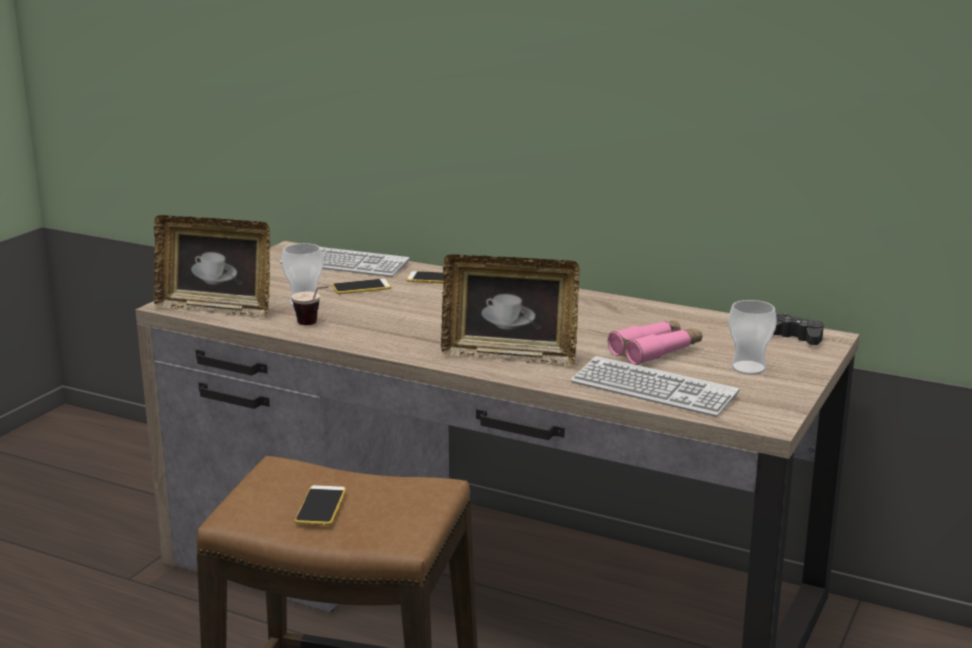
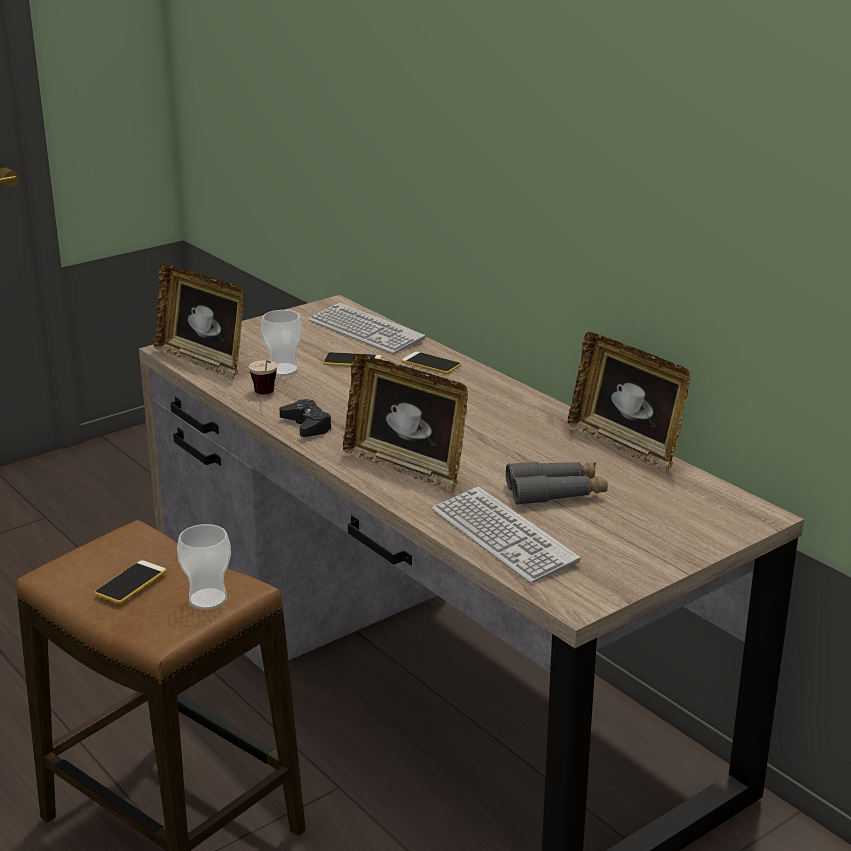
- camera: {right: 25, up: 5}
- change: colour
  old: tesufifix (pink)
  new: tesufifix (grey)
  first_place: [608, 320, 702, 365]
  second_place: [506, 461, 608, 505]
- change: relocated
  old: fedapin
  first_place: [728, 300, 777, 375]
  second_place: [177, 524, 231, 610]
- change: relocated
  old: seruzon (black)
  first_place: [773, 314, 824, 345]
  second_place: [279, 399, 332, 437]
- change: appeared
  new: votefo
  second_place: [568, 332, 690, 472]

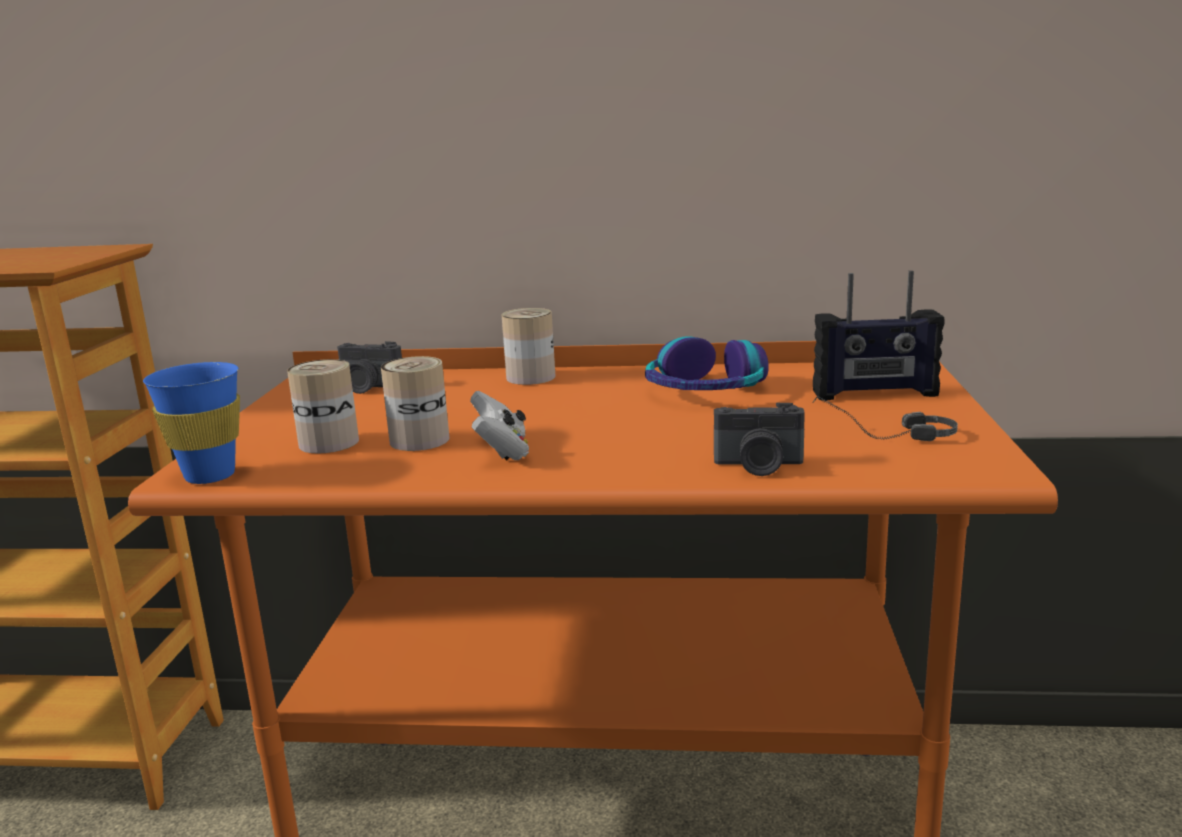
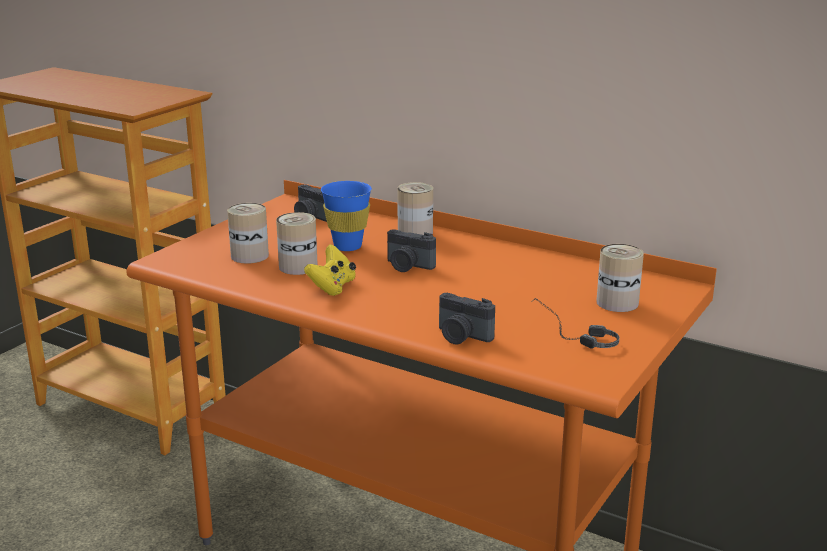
- camera: {right: 25, up: 5}
- change: relocated
  old: fedapin (blue)
  first_place: [143, 362, 240, 484]
  second_place: [321, 181, 372, 251]
- change: colour
  old: seruzon (white)
  new: seruzon (yellow)
  first_place: [470, 391, 529, 460]
  second_place: [304, 244, 356, 296]
- change: missing
  old: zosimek
  first_place: [645, 336, 769, 390]
- change: exchanged
  old: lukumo
  new: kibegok
  first_place: [813, 271, 945, 401]
  second_place: [596, 244, 644, 312]
- change: appeared
  new: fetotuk
  second_place: [387, 229, 436, 272]

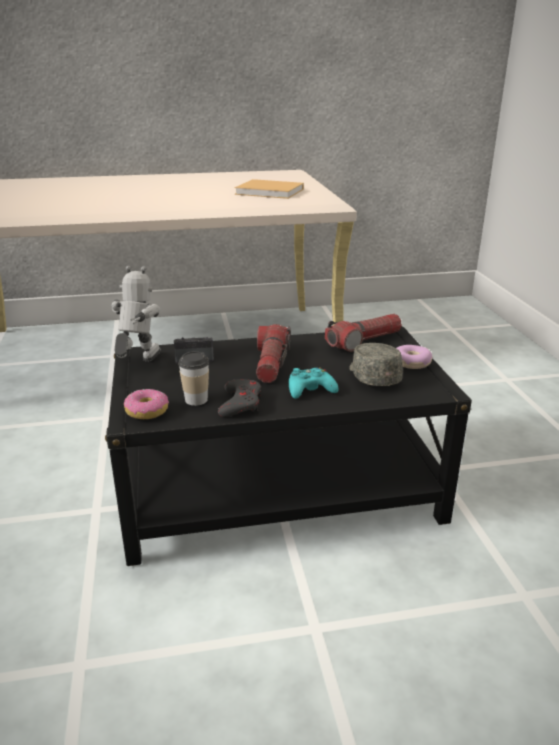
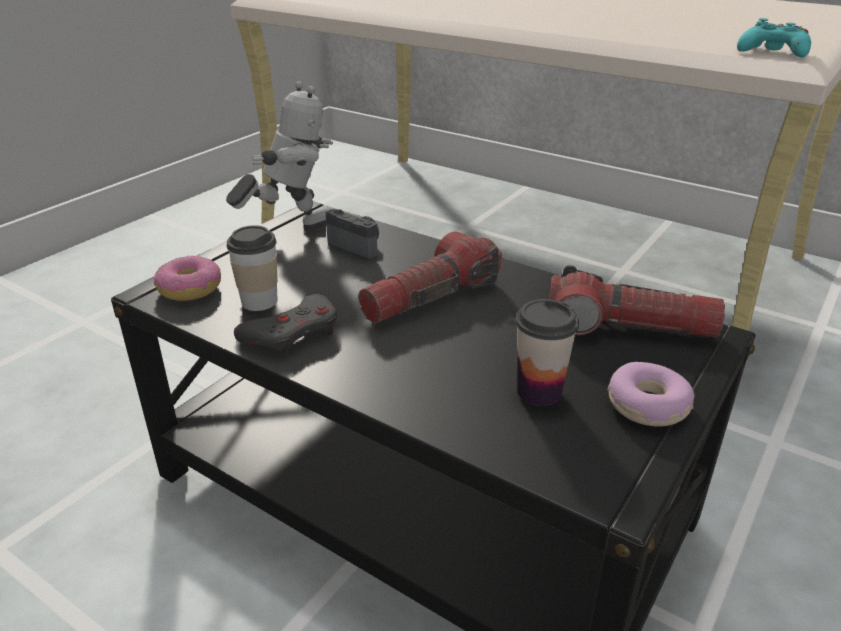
- camera: {right: 45, up: 5}
- change: missing
  old: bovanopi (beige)
  first_place: [235, 179, 304, 199]
- change: relocated
  old: seruzon (turquoise)
  first_place: [289, 367, 338, 399]
  second_place: [737, 18, 811, 58]
- change: exchanged
  old: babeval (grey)
  new: fedapin
  first_place: [349, 343, 403, 386]
  second_place: [515, 299, 579, 406]

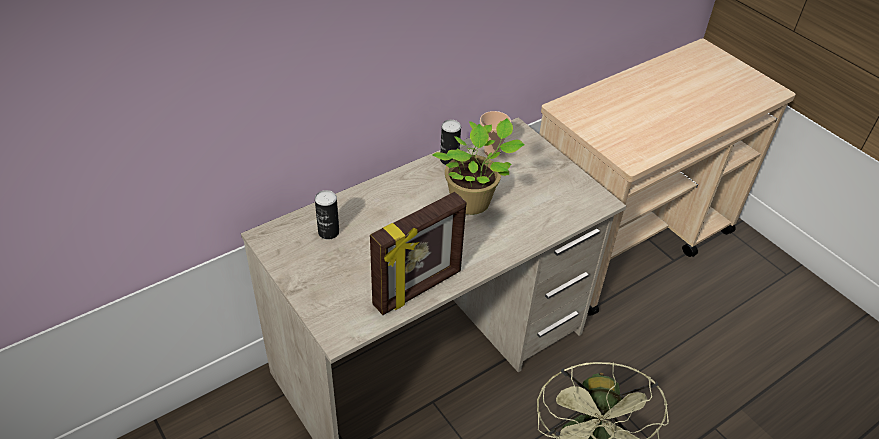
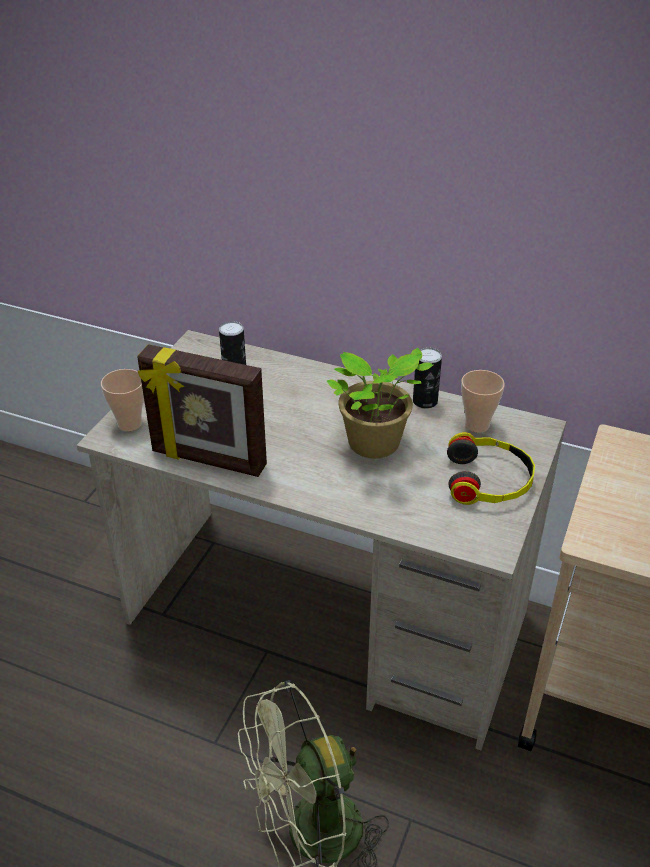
- camera: {right: 60, up: -5}
- change: appeared
  new: fedapin
  second_place: [101, 369, 144, 431]
- change: appeared
  new: zosimek
  second_place: [447, 432, 535, 505]

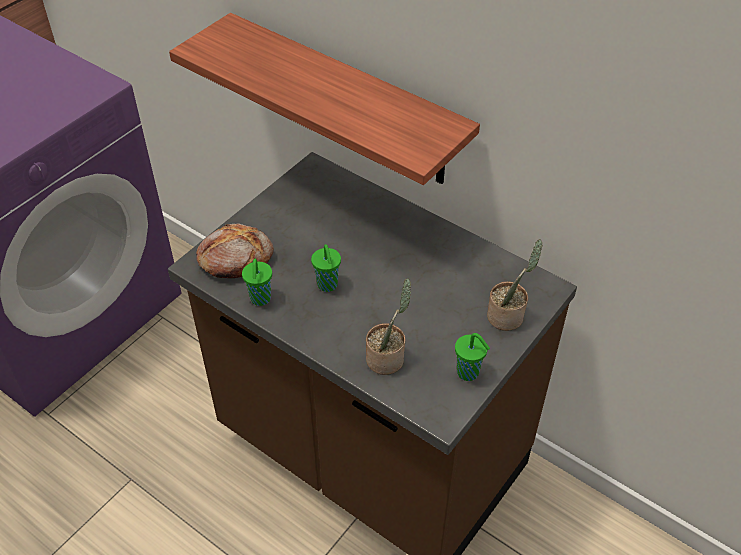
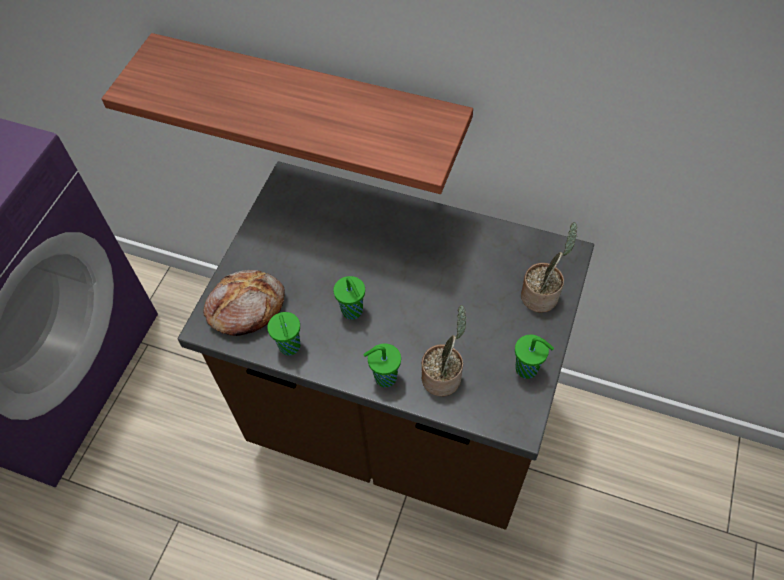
- camera: {right: -15, up: 10}
- change: appeared
  new: fedapin (green)
  second_place: [363, 343, 401, 387]

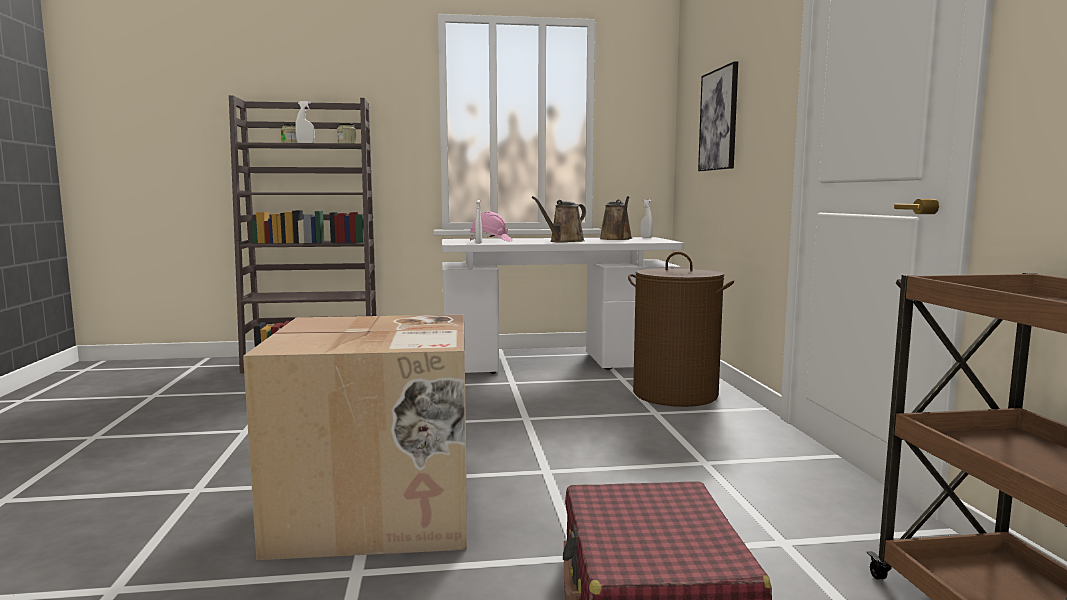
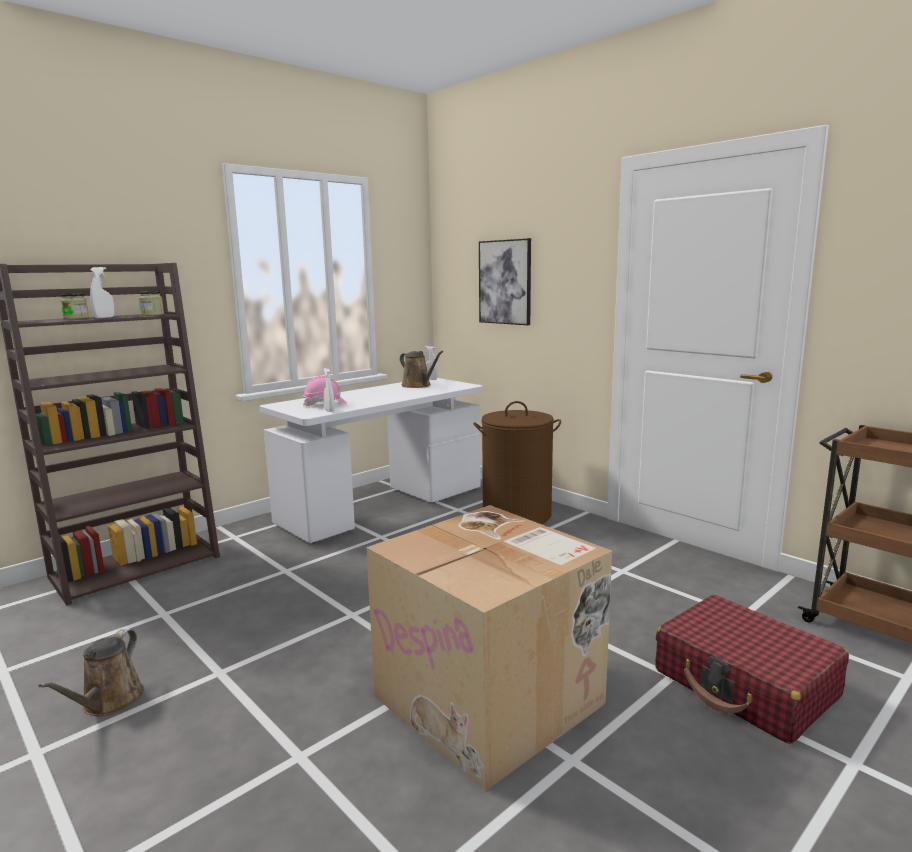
- camera: {right: -35, up: 5}
- change: relocated
  old: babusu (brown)
  first_place: [532, 196, 586, 242]
  second_place: [38, 629, 144, 716]

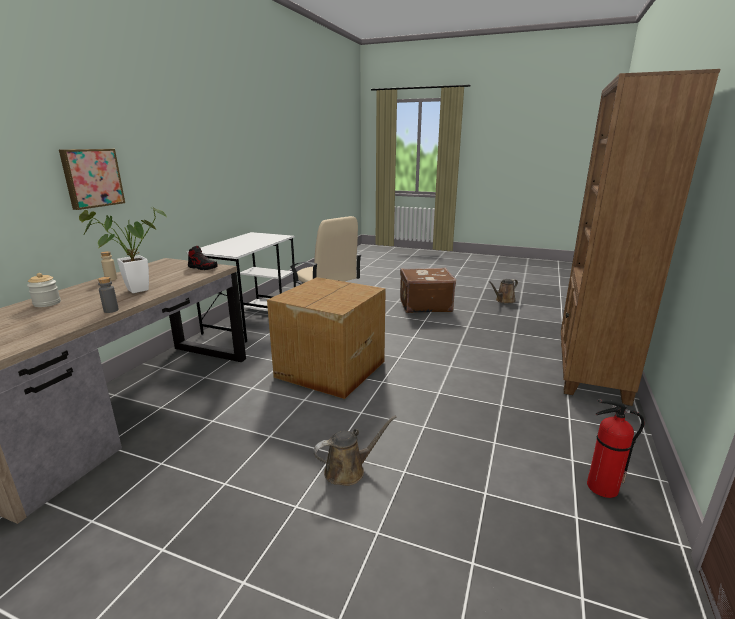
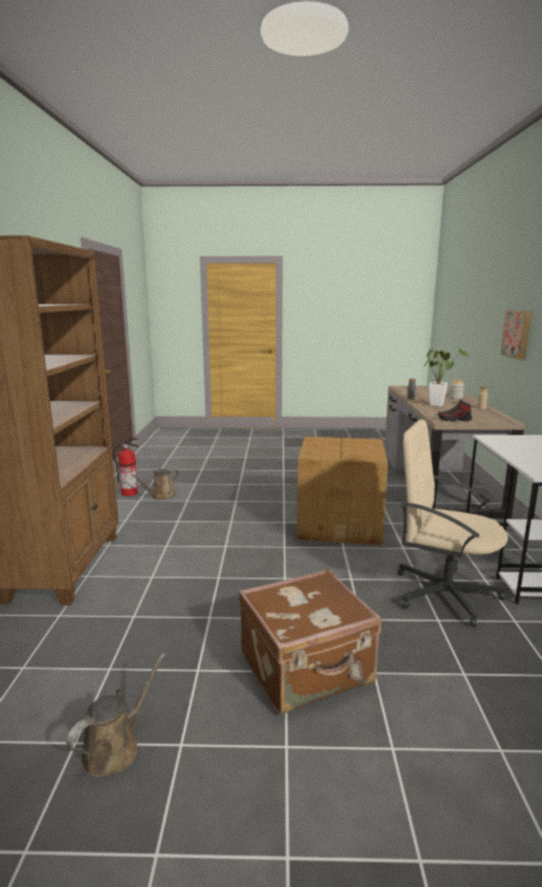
- camera: {right: 160, up: -5}
- change: relocated
  old: babusu (brown)
  first_place: [313, 416, 396, 486]
  second_place: [131, 469, 179, 500]

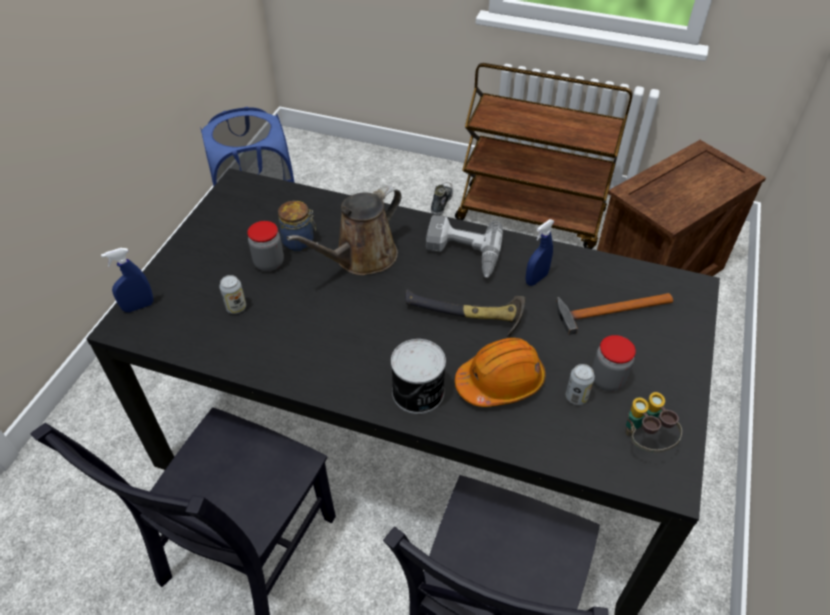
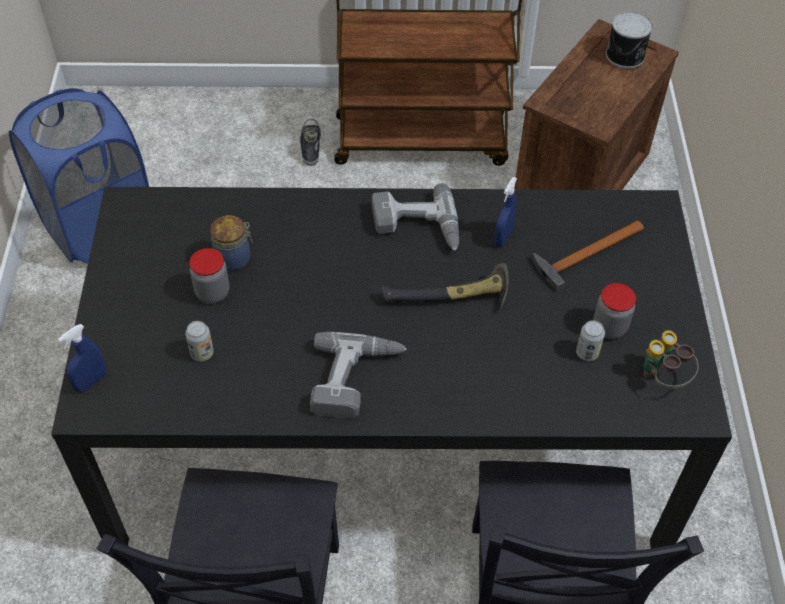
- camera: {right: -20, up: 5}
- change: missing
  old: babusu (brown)
  first_place: [286, 185, 402, 275]
- change: relocated
  old: kibegok
  first_place: [391, 339, 446, 414]
  second_place: [606, 11, 653, 68]
- change: missing
  old: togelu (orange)
  first_place: [455, 338, 546, 407]
- change: appeared
  new: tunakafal
  second_place: [310, 332, 407, 418]

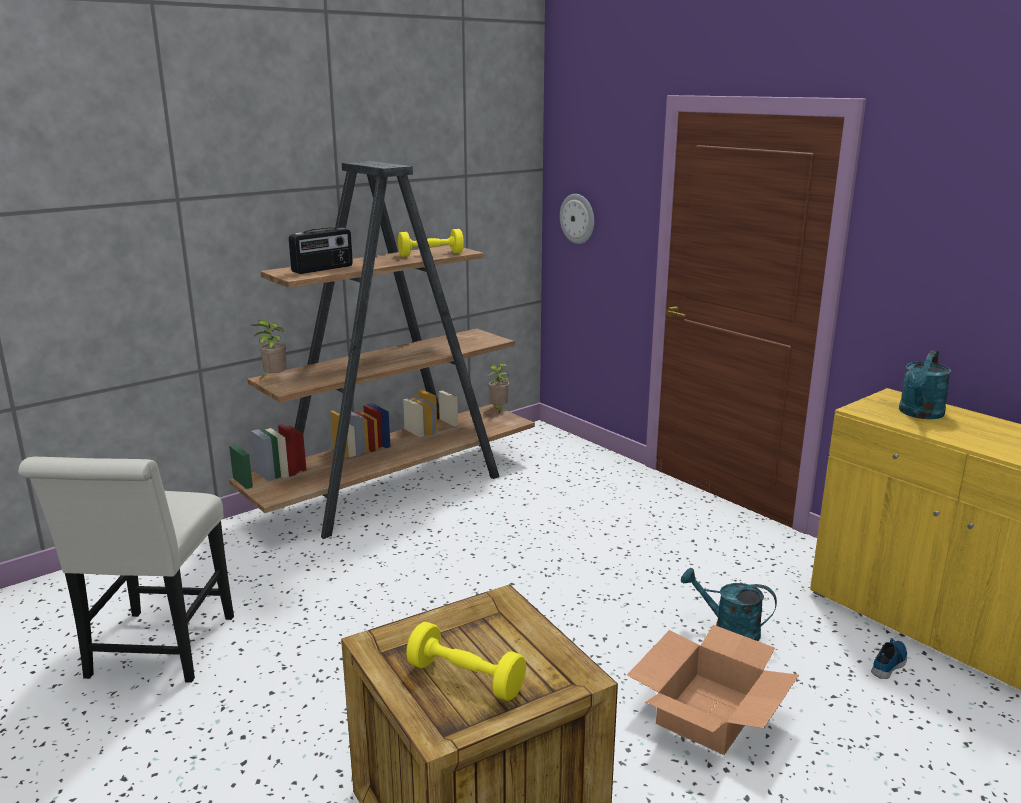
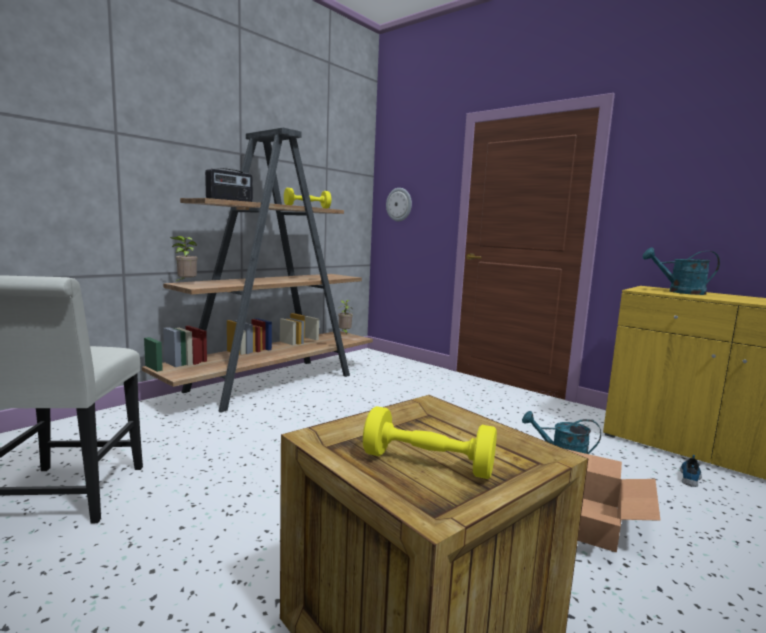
- camera: {right: -10, up: -10}
- change: spun
  old: babusu (turquoise)
  first_place: [899, 350, 952, 419]
  second_place: [643, 247, 720, 295]
  degrees: 75

